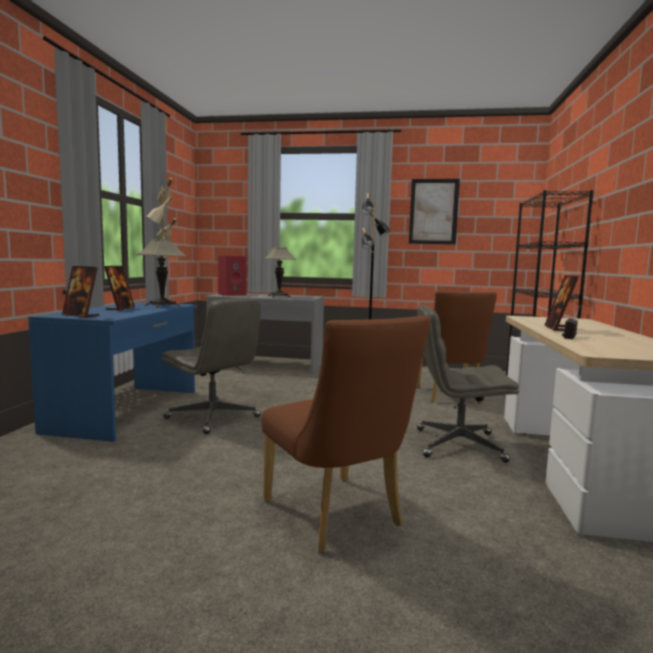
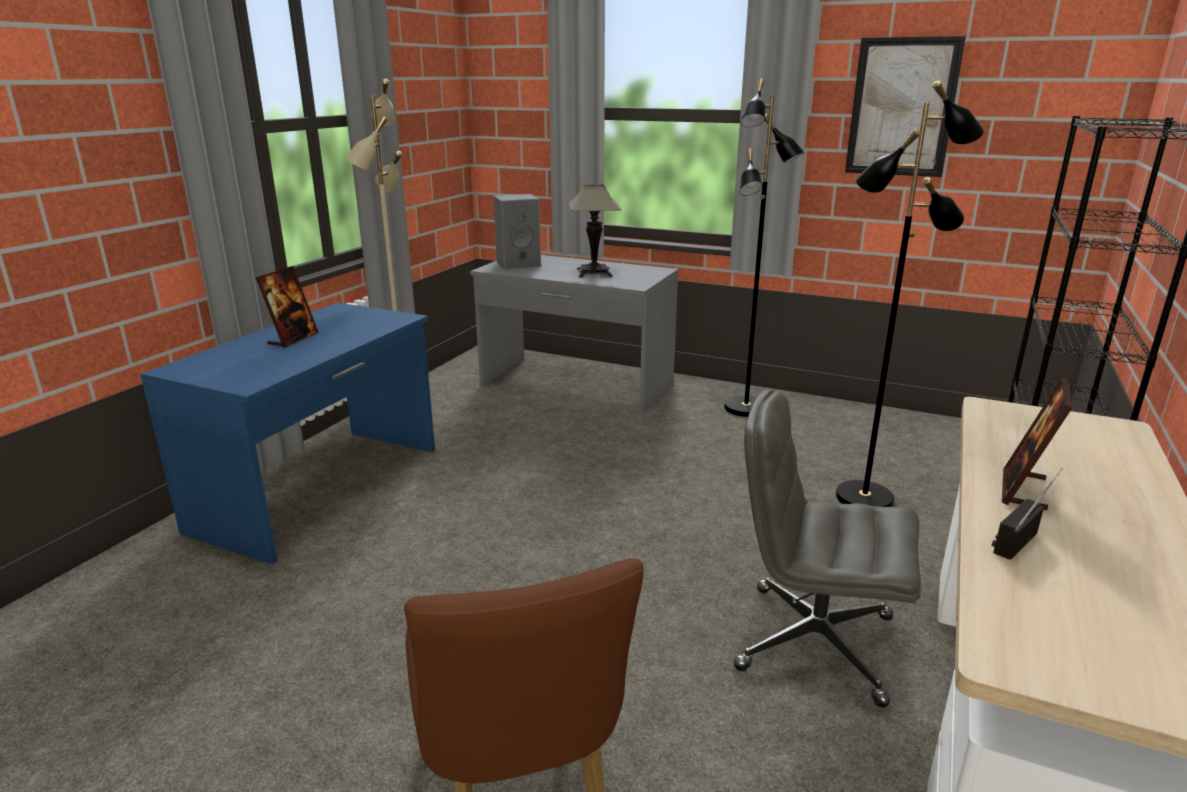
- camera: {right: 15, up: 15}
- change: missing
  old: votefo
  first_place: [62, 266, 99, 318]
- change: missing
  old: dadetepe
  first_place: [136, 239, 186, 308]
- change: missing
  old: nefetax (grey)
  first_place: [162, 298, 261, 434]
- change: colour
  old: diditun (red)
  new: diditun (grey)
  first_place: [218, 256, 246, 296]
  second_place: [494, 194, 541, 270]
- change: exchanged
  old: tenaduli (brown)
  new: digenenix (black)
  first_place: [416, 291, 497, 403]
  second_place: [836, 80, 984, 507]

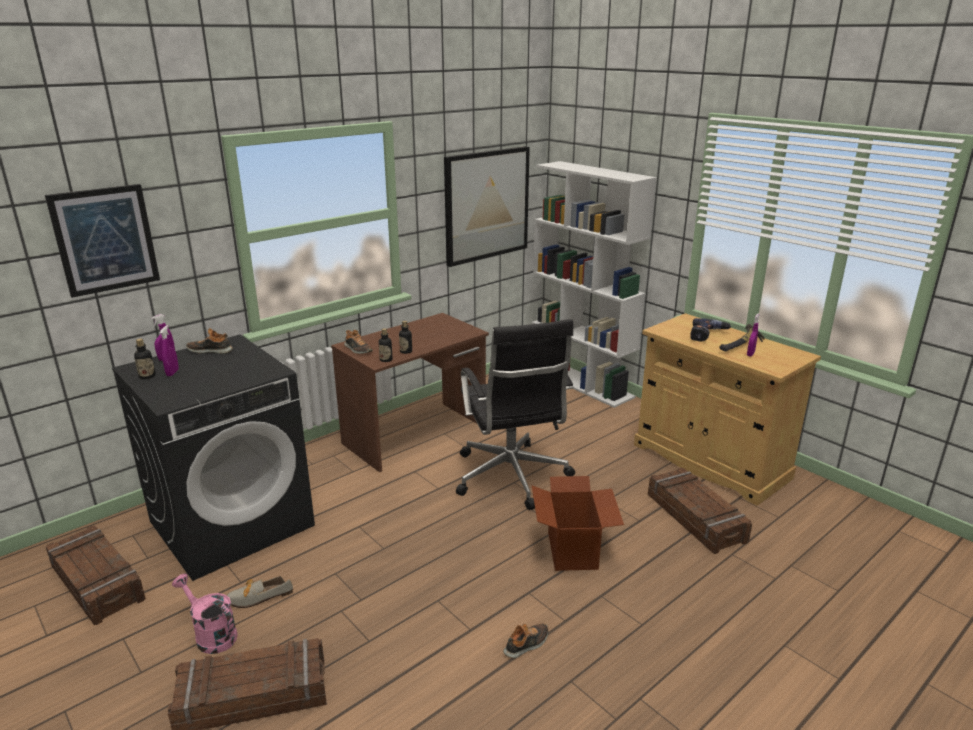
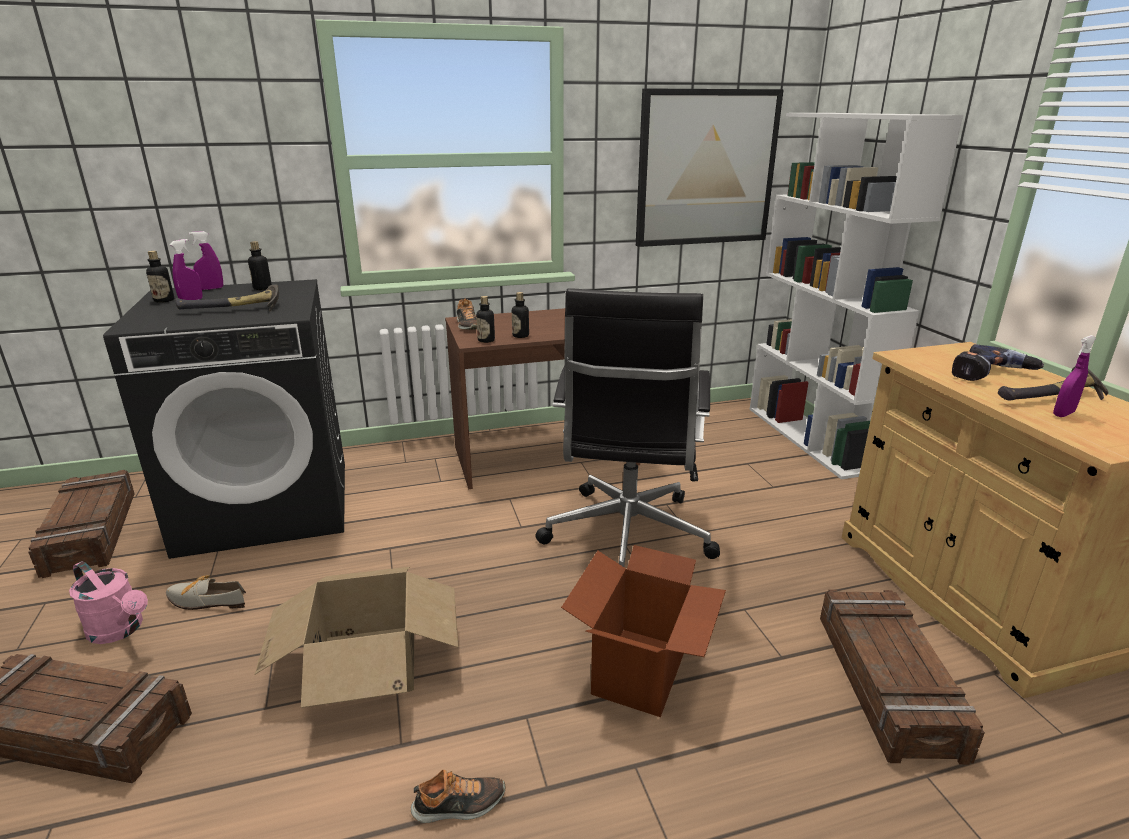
- camera: {right: 25, up: 0}
- change: missing
  old: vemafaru
  first_place: [45, 184, 160, 298]
- change: spun
  old: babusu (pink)
  first_place: [172, 574, 238, 654]
  second_place: [69, 561, 148, 644]
  degrees: 150
- change: exchanged
  old: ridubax
  new: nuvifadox
  first_place: [186, 328, 233, 354]
  second_place: [248, 241, 272, 290]
- change: appeared
  new: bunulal
  second_place: [175, 284, 279, 312]
- change: appeared
  new: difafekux
  second_place: [255, 567, 459, 708]

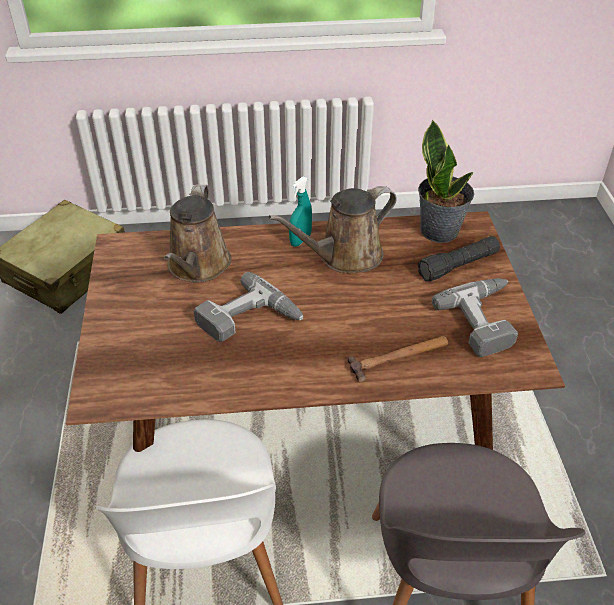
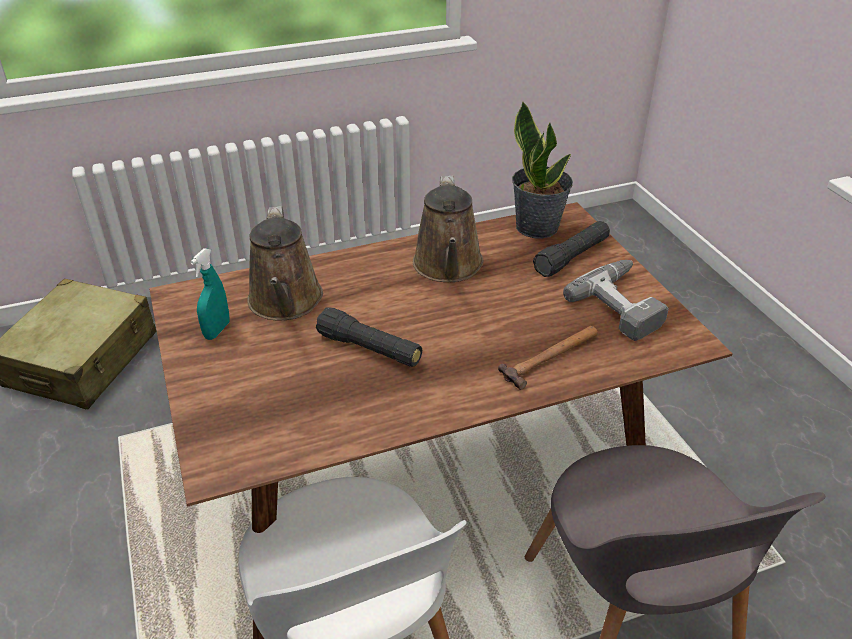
- camera: {right: -15, up: -5}
- change: exchanged
  old: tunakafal
  new: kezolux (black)
  first_place: [194, 272, 303, 342]
  second_place: [316, 307, 422, 367]
- change: spun
  old: babusu (brown)
  first_place: [269, 186, 397, 273]
  second_place: [413, 176, 483, 282]
  degrees: -45
- change: relocated
  old: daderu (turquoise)
  first_place: [289, 176, 312, 247]
  second_place: [190, 248, 229, 340]

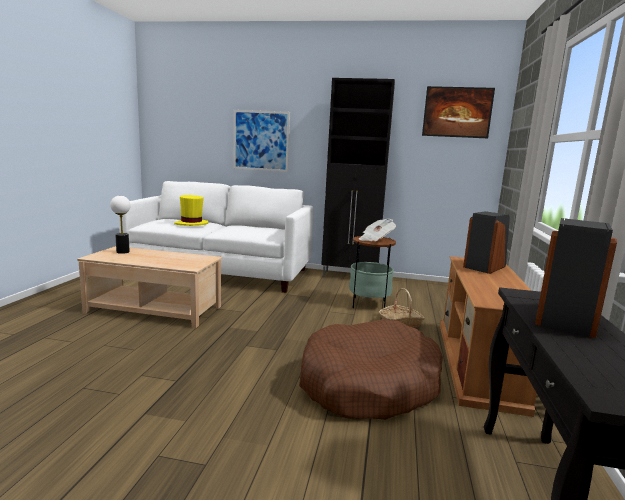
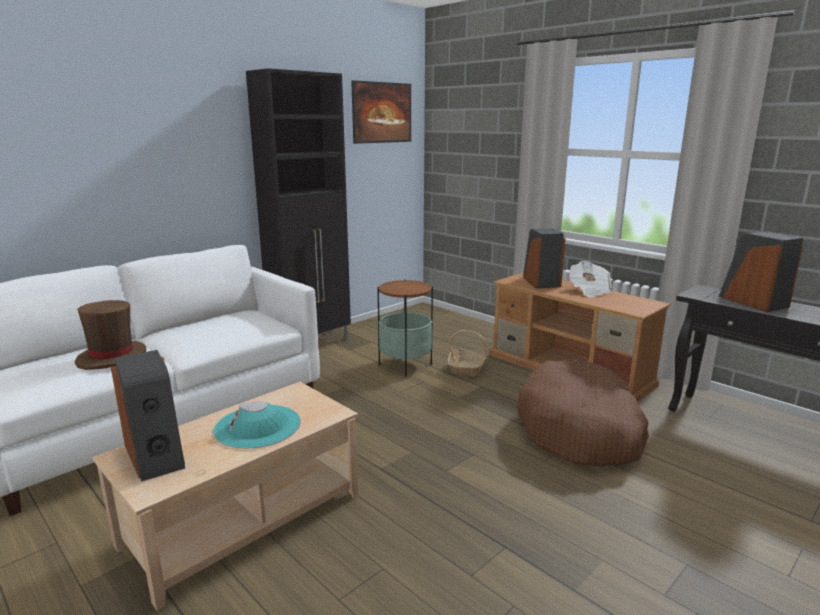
- camera: {right: -55, up: 5}
- change: exchanged
  old: dadetepe
  new: diditun
  first_place: [110, 196, 131, 254]
  second_place: [111, 350, 185, 482]
- change: colour
  old: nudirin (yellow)
  new: nudirin (brown)
  first_place: [174, 195, 209, 226]
  second_place: [75, 300, 146, 370]
- change: missing
  old: vemafaru
  first_place: [233, 110, 290, 172]
- change: relocated
  old: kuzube
  first_place: [359, 219, 396, 241]
  second_place: [569, 261, 611, 297]
- change: appeared
  new: nudirin (turquoise)
  second_place: [214, 401, 301, 449]

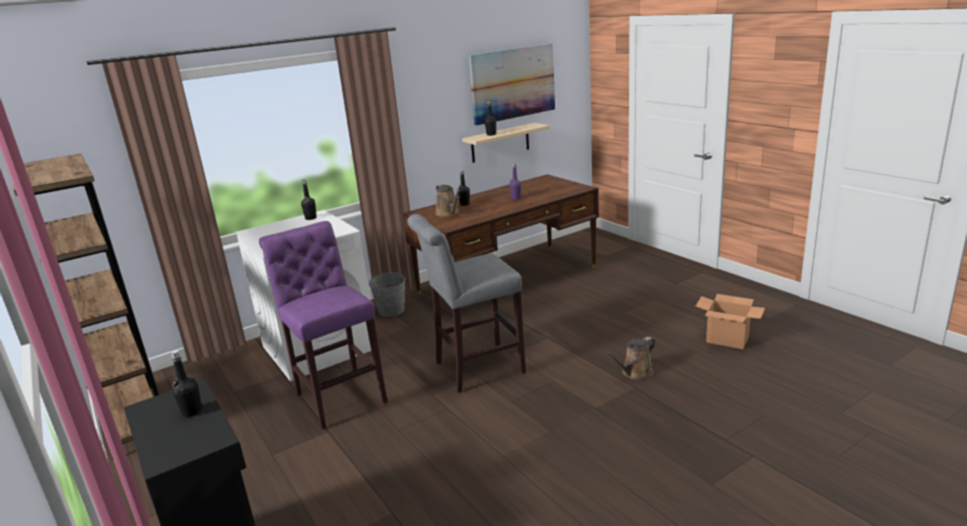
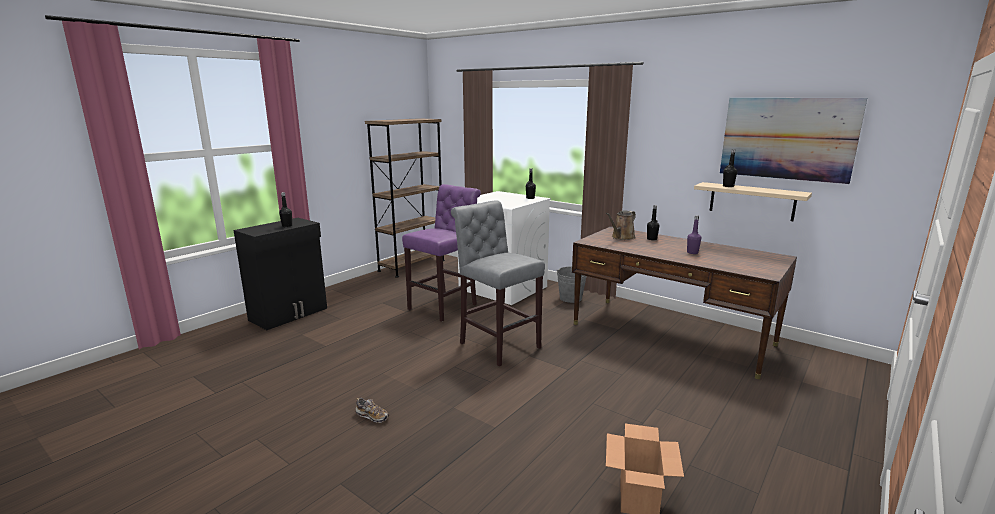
- camera: {right: 70, up: -5}
- change: missing
  old: babusu (brown)
  first_place: [605, 337, 656, 380]
- change: appeared
  new: ridubax
  second_place: [356, 398, 389, 423]

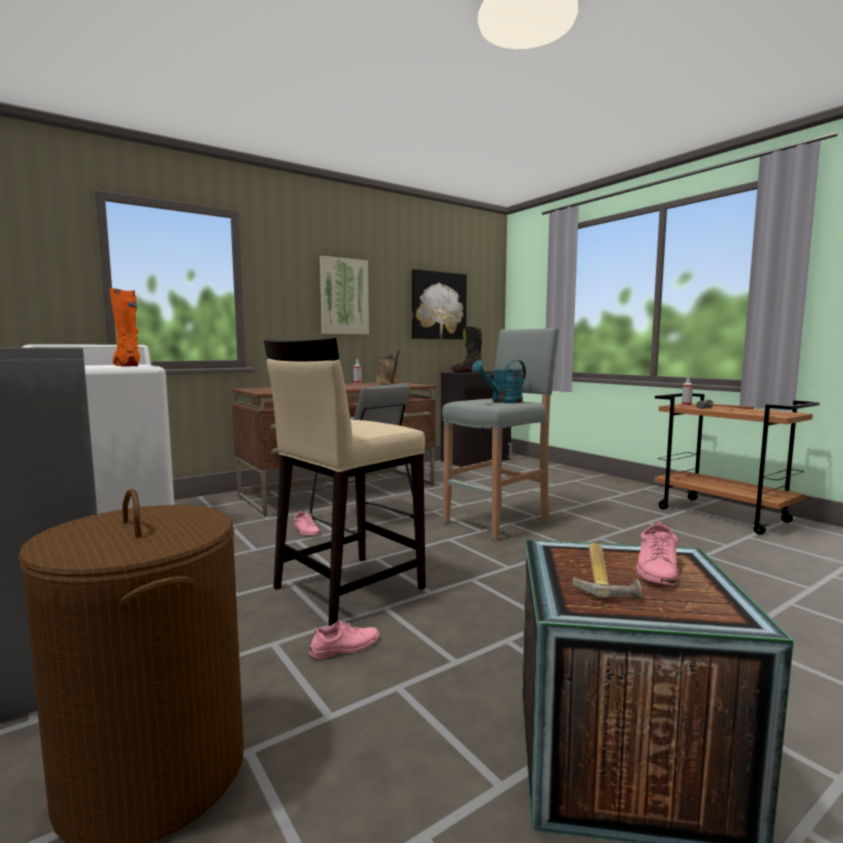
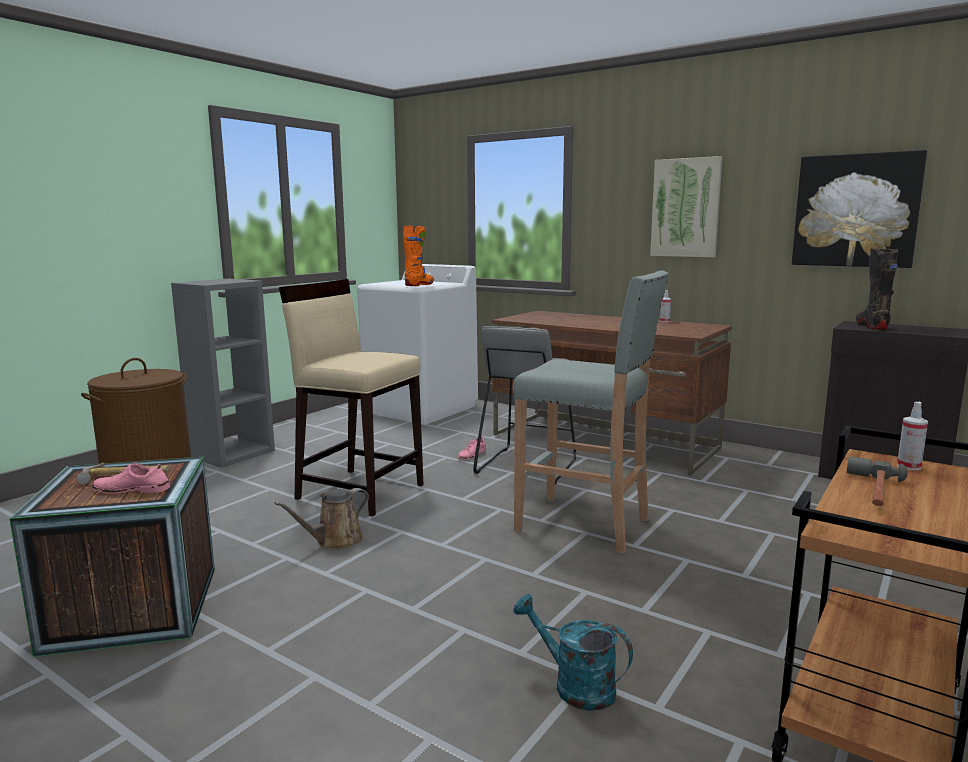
- camera: {right: 70, up: 5}
- change: missing
  old: ridubax (pink)
  first_place: [309, 621, 379, 659]
- change: relocated
  old: babusu (brown)
  first_place: [375, 351, 400, 385]
  second_place: [274, 488, 369, 549]
- change: relocated
  old: babusu (turquoise)
  first_place: [472, 360, 526, 403]
  second_place: [513, 594, 633, 711]

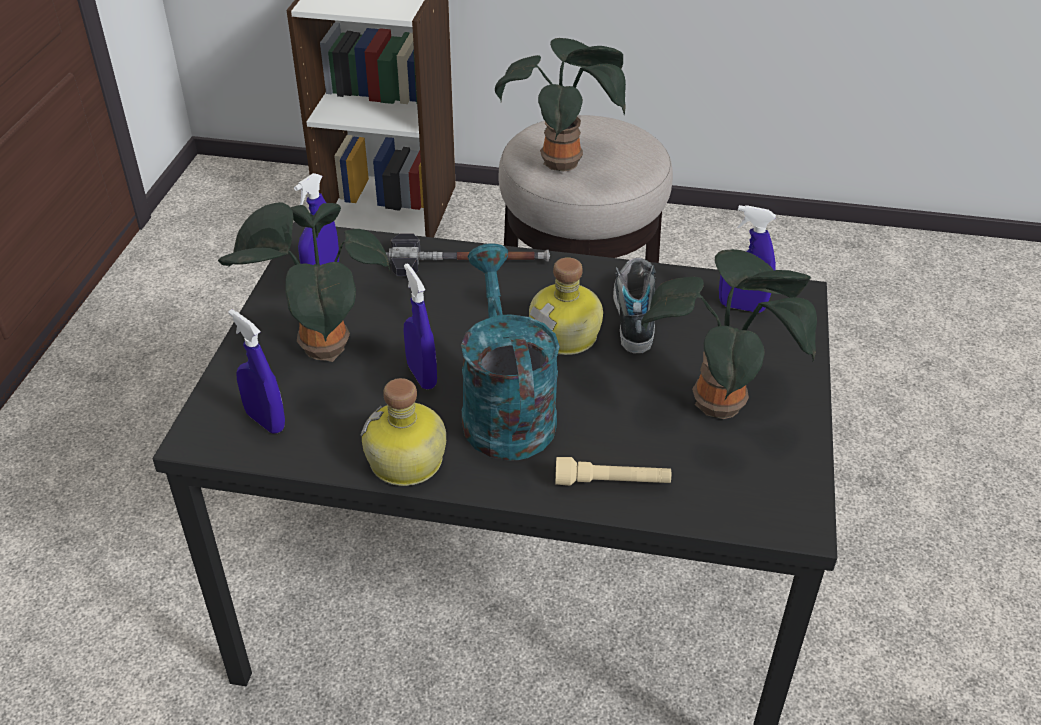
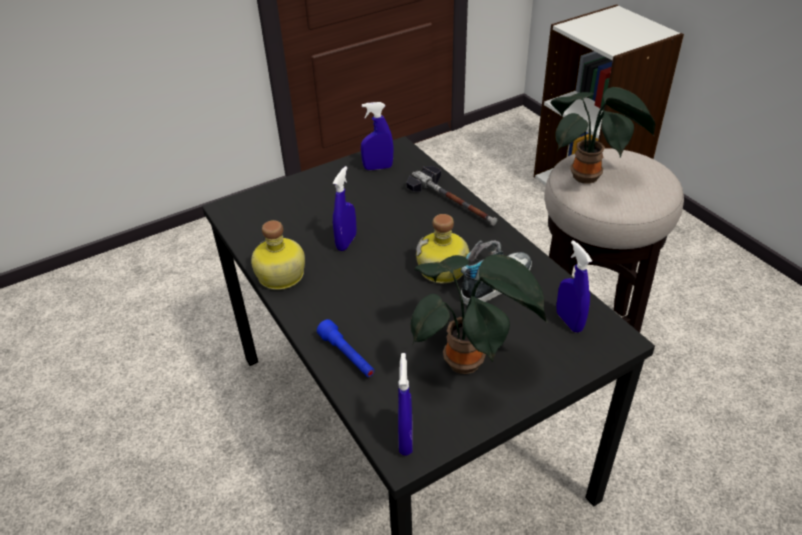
- camera: {right: 50, up: 0}
- change: missing
  old: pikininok
  first_place: [218, 202, 391, 362]
- change: relocated
  old: daderu (blue)
  first_place: [228, 309, 285, 434]
  second_place: [398, 353, 413, 456]
- change: missing
  old: babusu (turquoise)
  first_place: [461, 243, 560, 461]
- change: colour
  old: kezolux (beige)
  new: kezolux (blue)
  first_place: [555, 457, 671, 486]
  second_place: [317, 319, 375, 377]

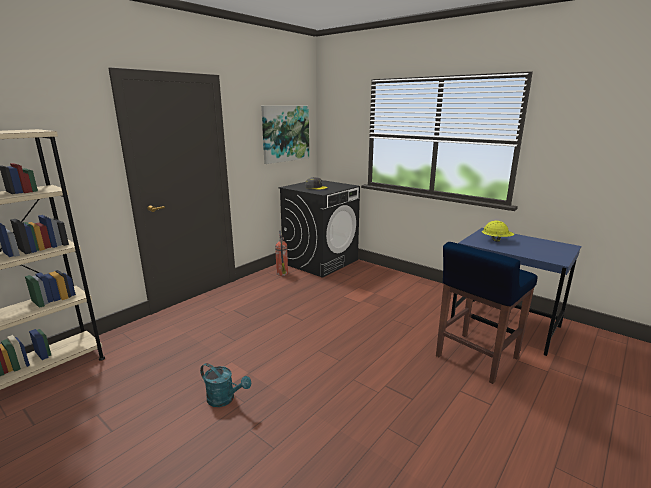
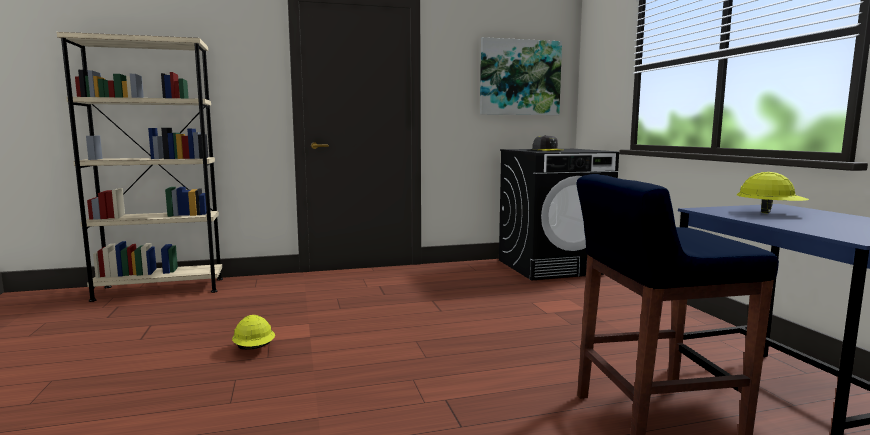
- camera: {right: 35, up: -10}
- change: exchanged
  old: babusu (turquoise)
  new: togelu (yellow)
  first_place: [200, 363, 251, 407]
  second_place: [232, 315, 275, 350]
- change: missing
  old: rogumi
  first_place: [275, 230, 288, 276]

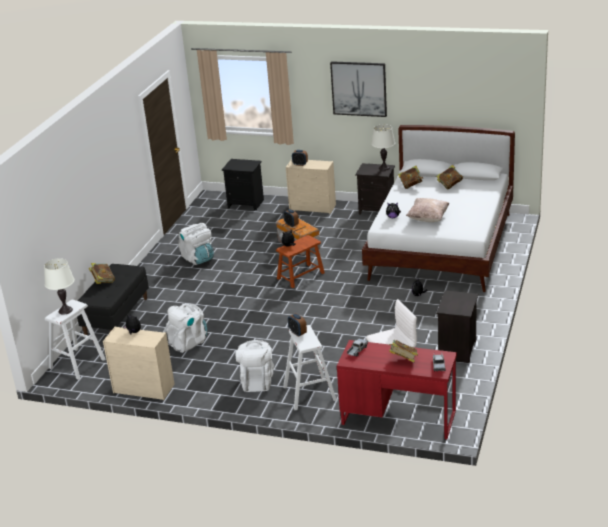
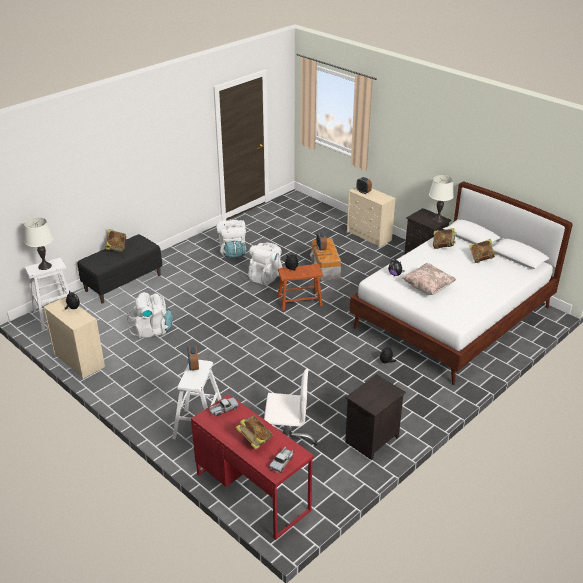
- camera: {right: 25, up: 5}
- change: missing
  old: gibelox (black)
  first_place: [222, 159, 264, 211]
- change: relocated
  old: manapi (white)
  first_place: [236, 340, 274, 392]
  second_place: [248, 242, 283, 285]
- change: missing
  old: vemafaru
  first_place: [330, 61, 387, 117]

